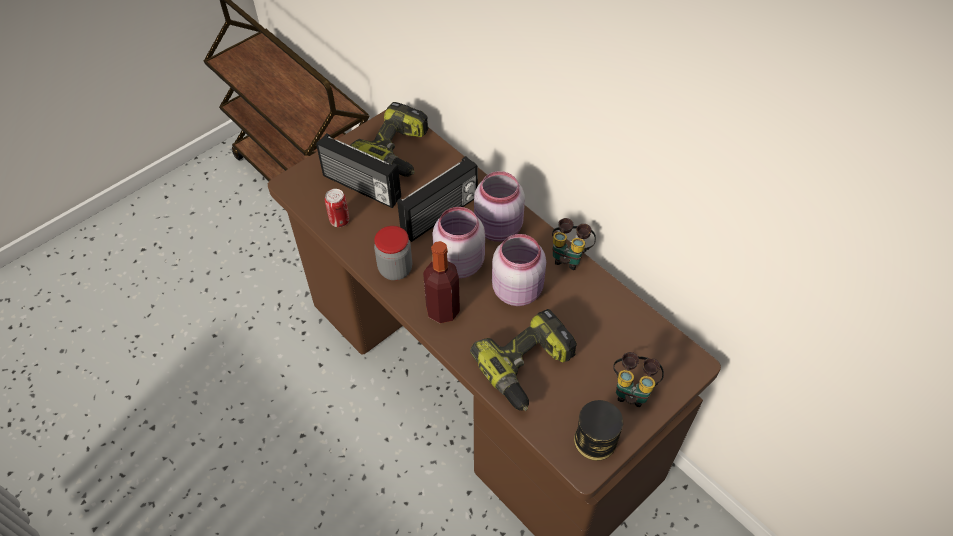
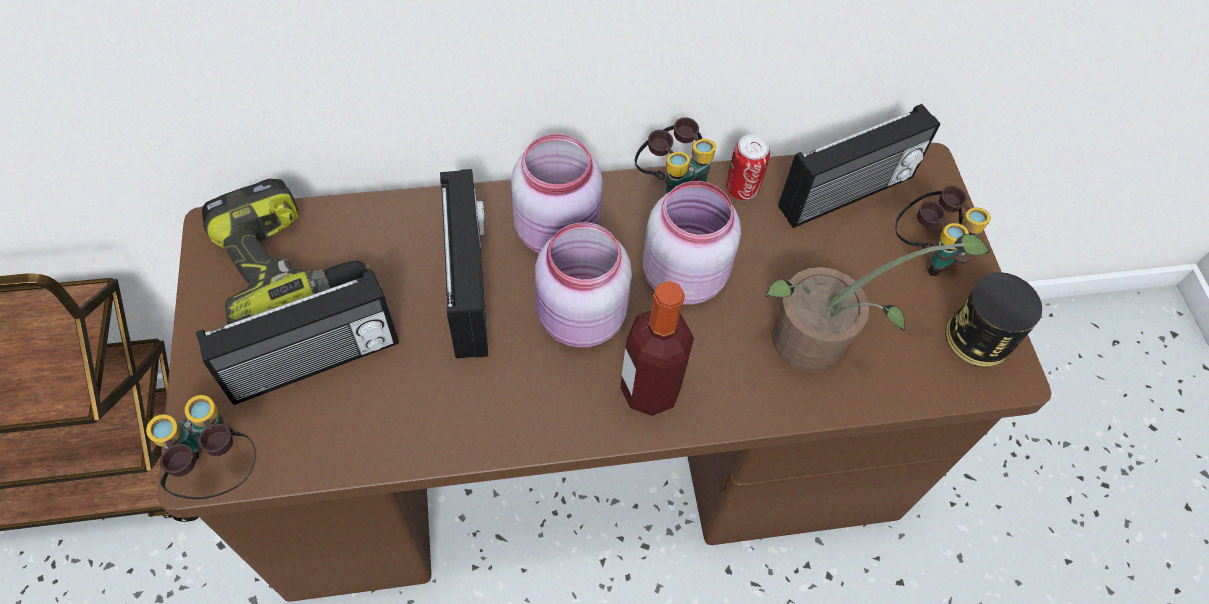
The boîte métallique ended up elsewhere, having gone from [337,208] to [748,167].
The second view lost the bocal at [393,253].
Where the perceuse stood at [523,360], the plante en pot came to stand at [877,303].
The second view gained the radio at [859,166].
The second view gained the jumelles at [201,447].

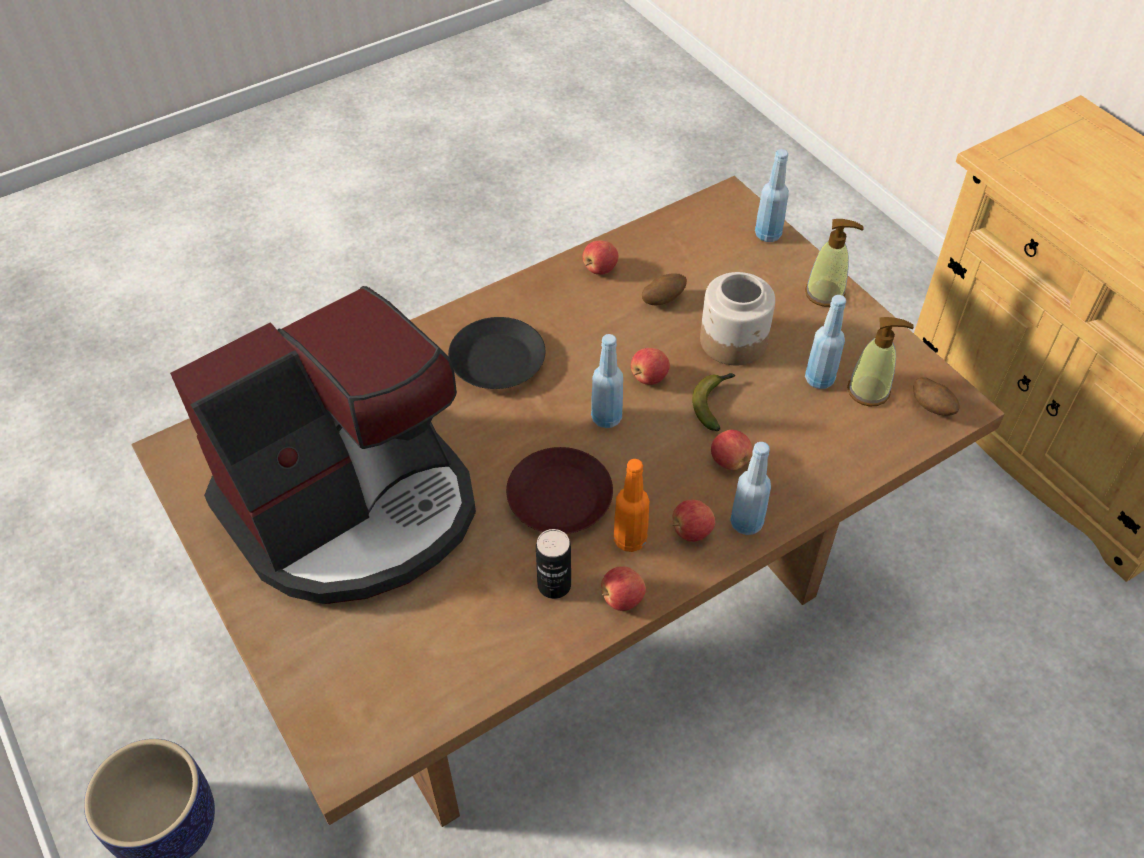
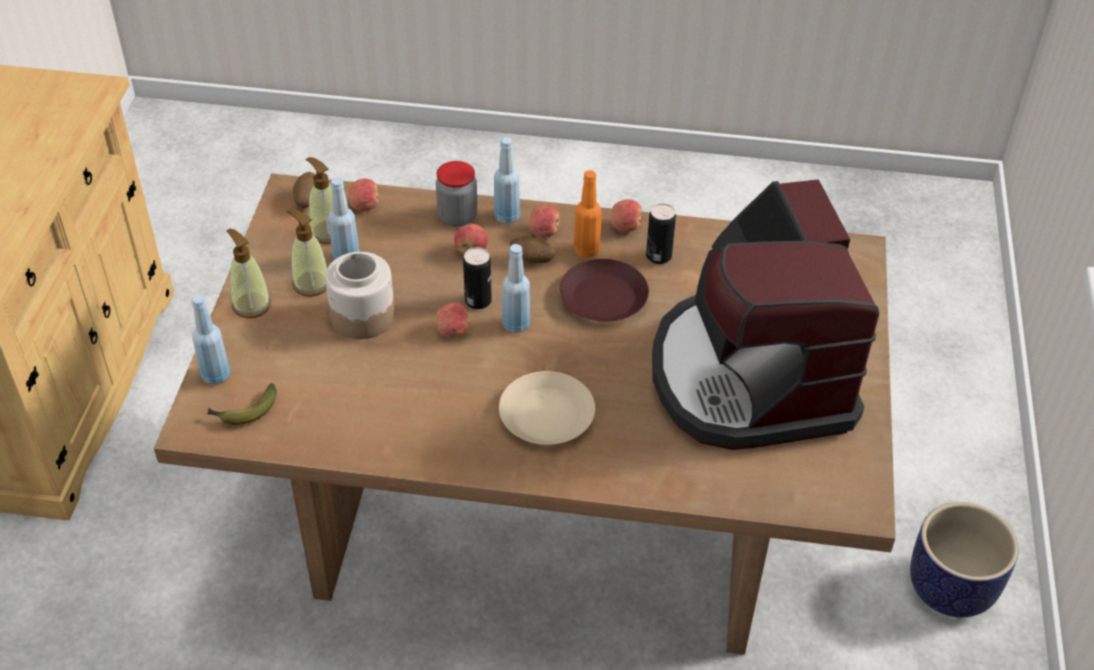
The pomme ended up elsewhere, having gone from [600,258] to [364,194].
The pomme de terre ended up elsewhere, having gone from [664,289] to [533,249].
The machine à café at [323,445] ended up facing another way, 105 degrees counterclockwise from before.
What was the assiette (noir) at [496,353] turned into the assiette (beige) at [547,408].
The banane ended up elsewhere, having gone from [713,402] to [241,404].
The second view gained the bocal at [457,194].
The second view gained the distributeur de savon at [306,253].
The second view gained the boîte métallique at [477,278].

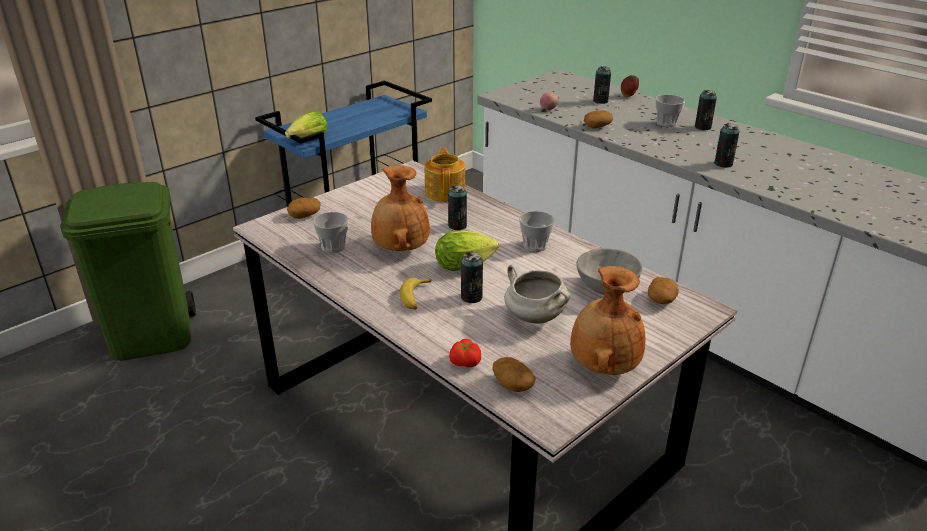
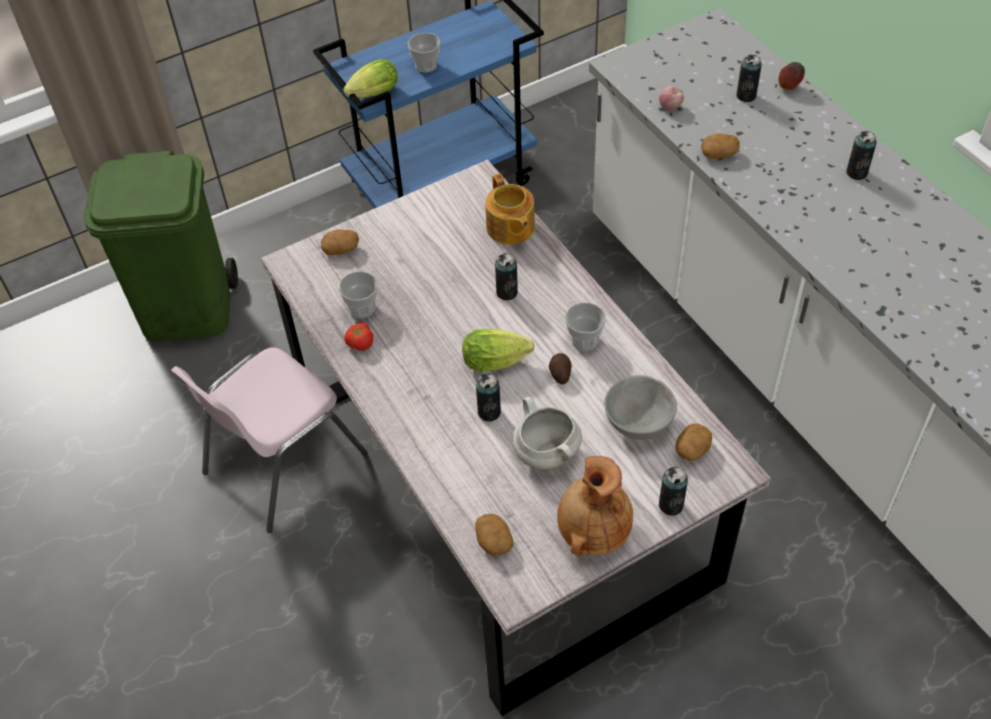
The tasse ended up elsewhere, having gone from [670,110] to [424,53].
The boîte métallique ended up elsewhere, having gone from [726,145] to [673,491].
The théière at [445,174] ended up facing another way, 150 degrees clockwise from before.
The second view lost the vase (marron) at [400,208].
The second view lost the banane at [416,294].
The tomate ended up elsewhere, having gone from [465,353] to [358,336].
The second view gained the chaise (rose) at [269,440].
The second view gained the pomme de terre at [560,368].

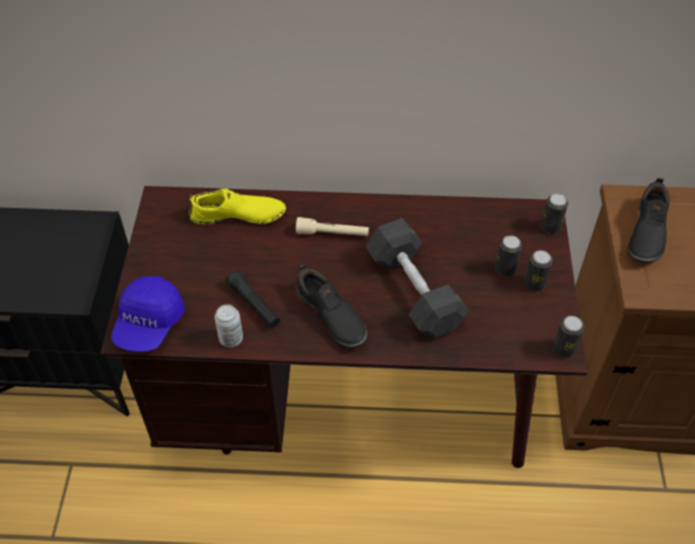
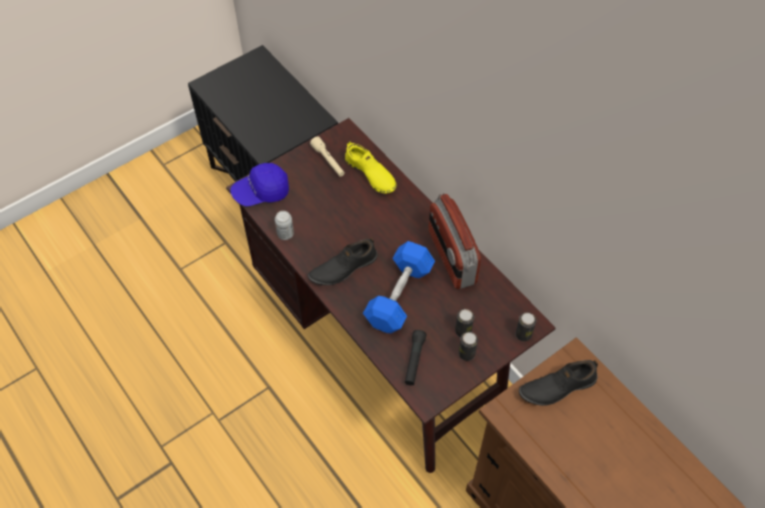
The lampe de poche (beige) ended up elsewhere, having gone from [332,226] to [327,156].
What was the haltère (gris) at [416,278] turned into the haltère (bleu) at [399,287].
The chaussure (noir) at [331,306] ended up facing another way, 45 degrees clockwise from before.
The lampe de poche (noir) ended up elsewhere, having gone from [253,299] to [416,357].
The second view lost the boîte métallique at [568,337].
The second view gained the radio at [454,241].

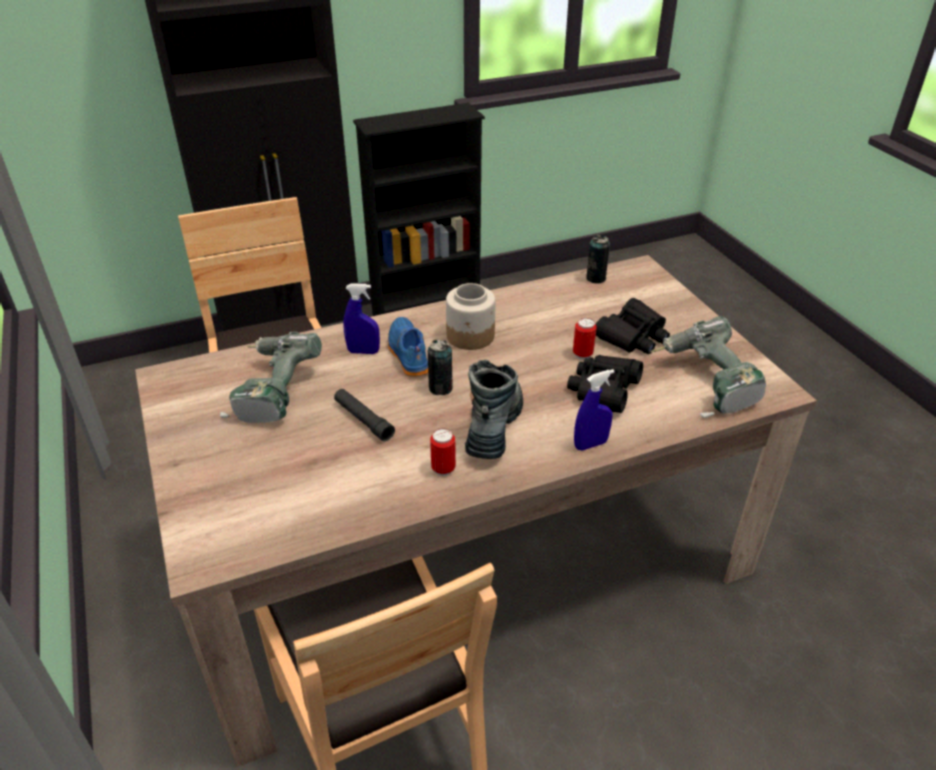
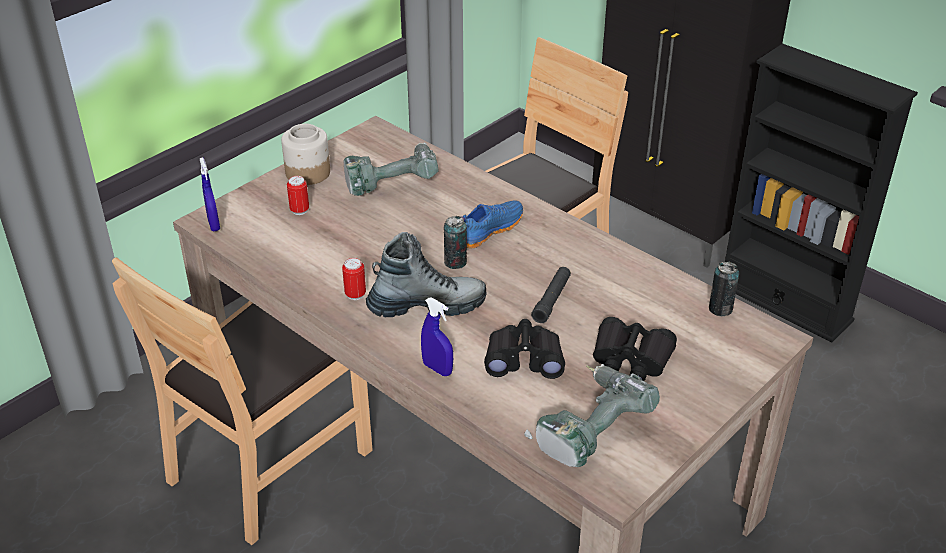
The vaporisateur (bleu) ended up elsewhere, having gone from [361,318] to [210,194].
The bocal ended up elsewhere, having gone from [471,316] to [305,154].
The boîte métallique ended up elsewhere, having gone from [585,339] to [298,195].
The lampe de poche (noir) ended up elsewhere, having gone from [364,415] to [551,295].

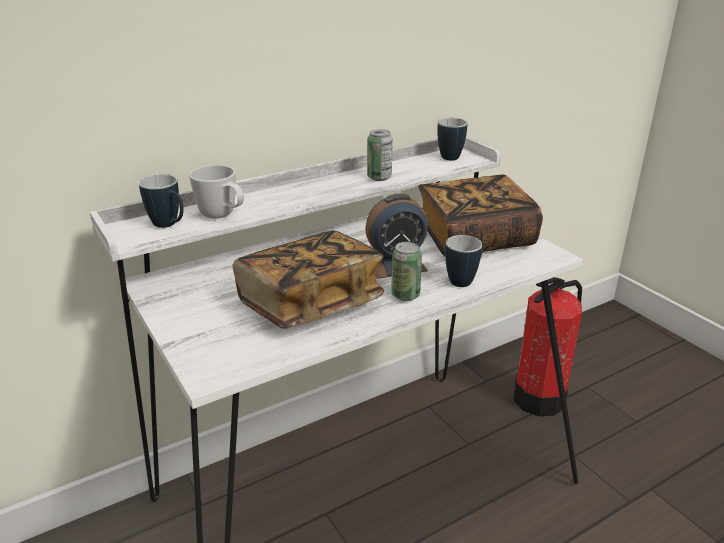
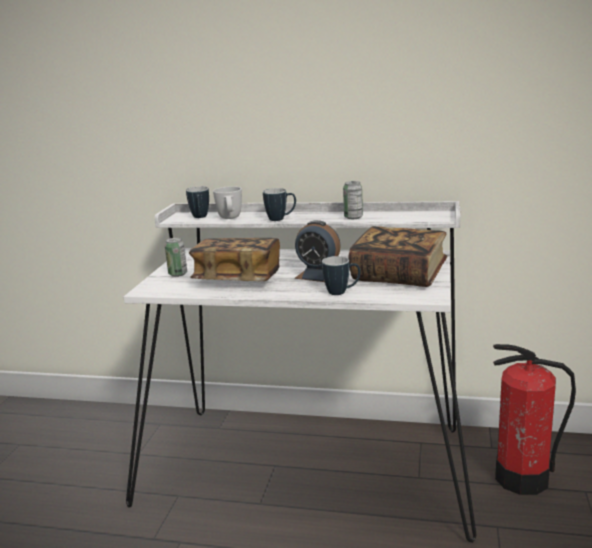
The mug ended up elsewhere, having gone from [452,139] to [279,204].
The boîte métallique ended up elsewhere, having gone from [406,271] to [176,257].

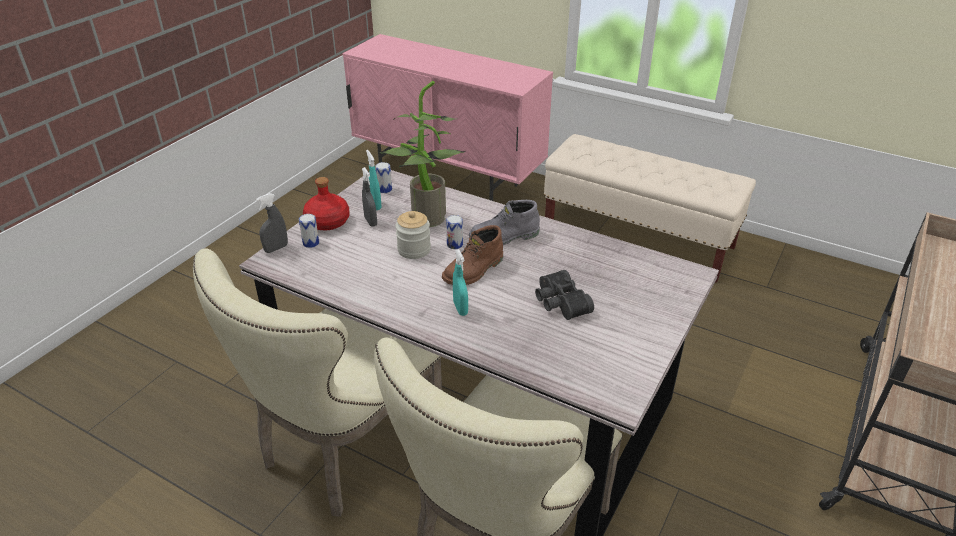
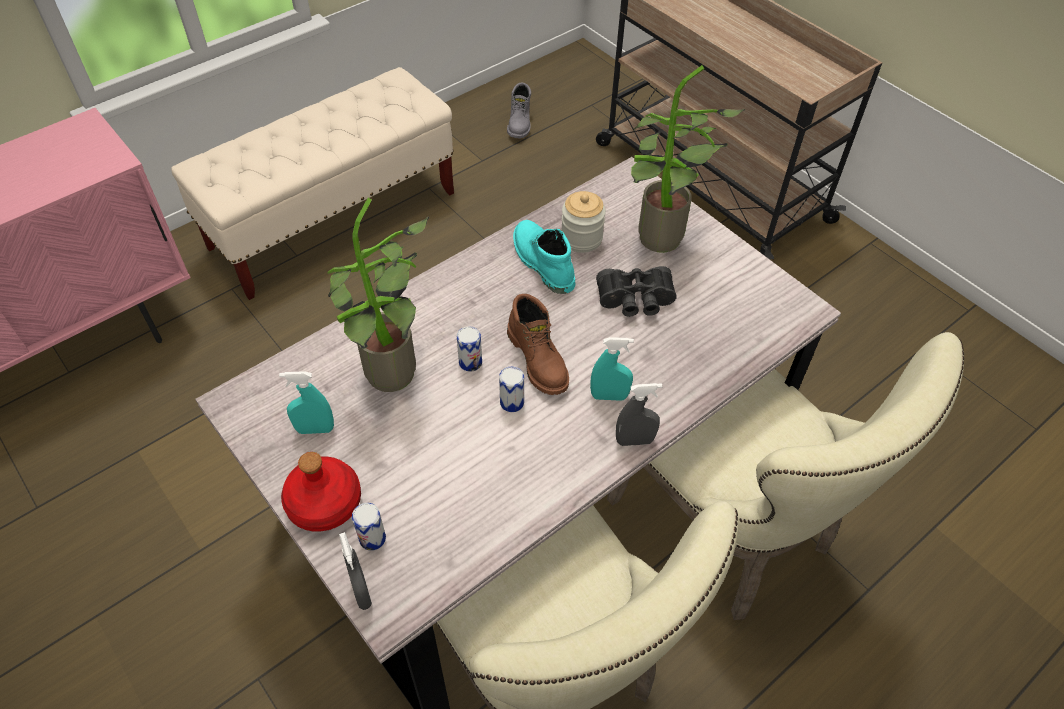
The boîte métallique ended up elsewhere, having gone from [383,177] to [511,389].
The vaporisateur (gris) ended up elsewhere, having gone from [369,197] to [639,414].
The botte (gris) ended up elsewhere, having gone from [504,222] to [519,110].
The bocal ended up elsewhere, having gone from [413,235] to [583,222].
The second view gained the plante en pot at [688,159].
The second view gained the botte (turquoise) at [544,257].

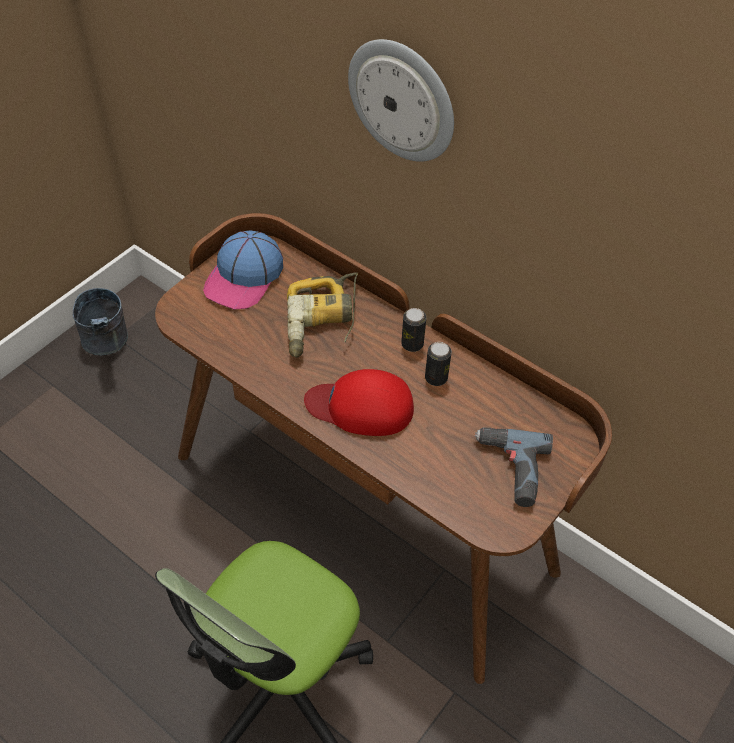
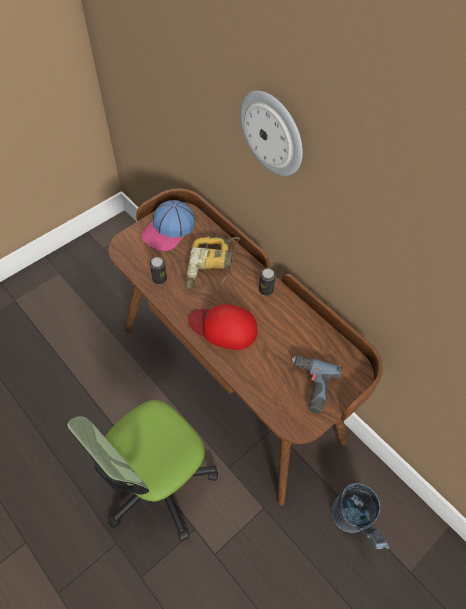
The seau (gris) ended up elsewhere, having gone from [100,322] to [360,516].
The boîte métallique ended up elsewhere, having gone from [438,364] to [158,271].

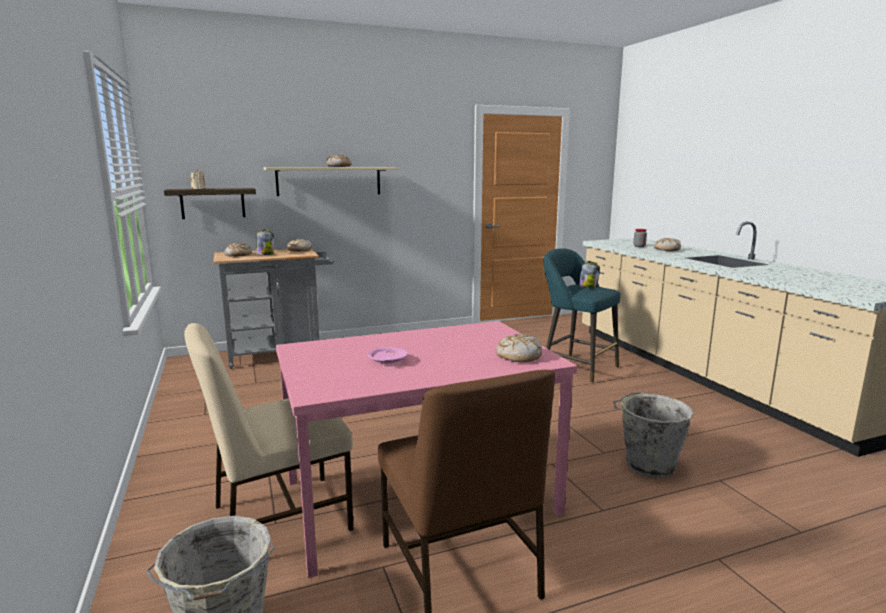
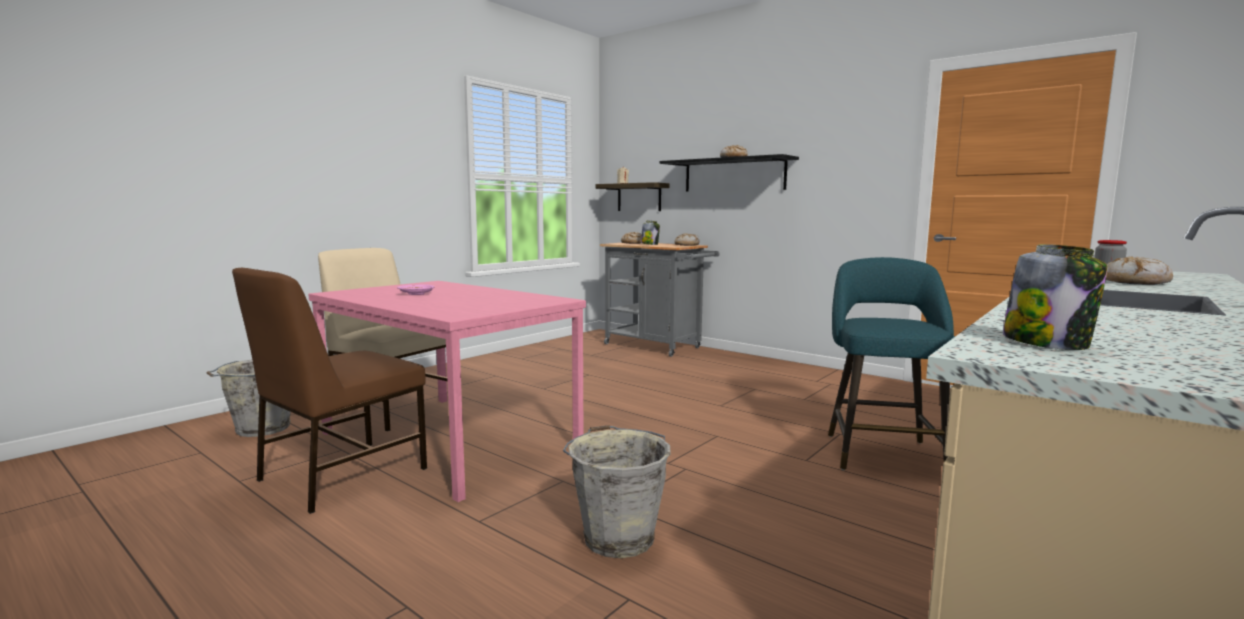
What was the étagère (beige) at [331,181] turned into the étagère (noir) at [729,172].
The bocal ended up elsewhere, having gone from [589,275] to [1055,297].
The second view lost the pain at [519,348].

